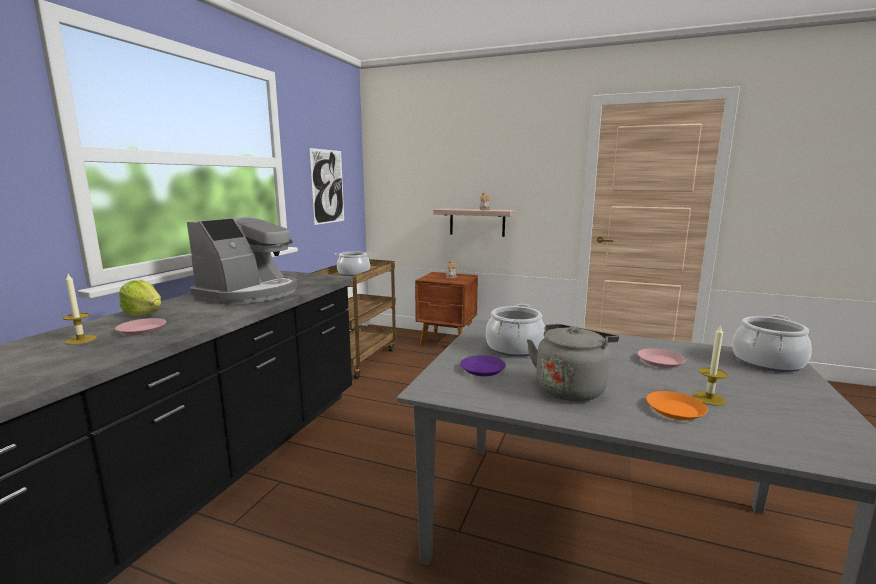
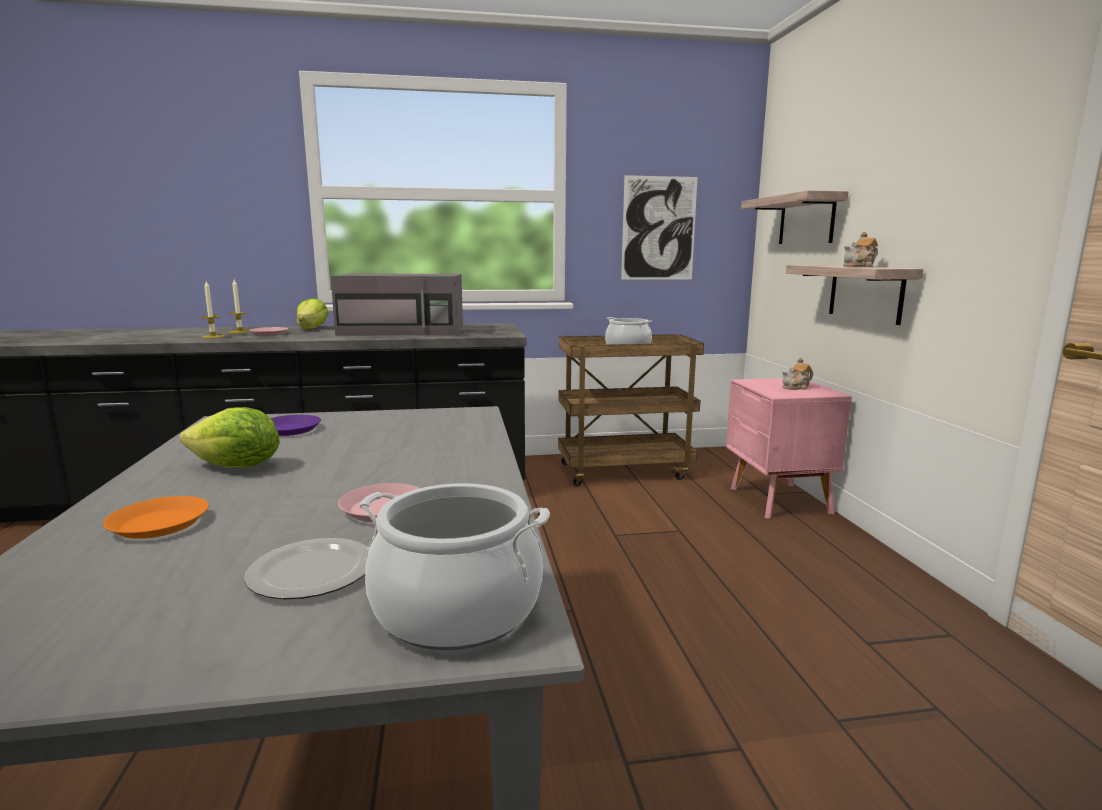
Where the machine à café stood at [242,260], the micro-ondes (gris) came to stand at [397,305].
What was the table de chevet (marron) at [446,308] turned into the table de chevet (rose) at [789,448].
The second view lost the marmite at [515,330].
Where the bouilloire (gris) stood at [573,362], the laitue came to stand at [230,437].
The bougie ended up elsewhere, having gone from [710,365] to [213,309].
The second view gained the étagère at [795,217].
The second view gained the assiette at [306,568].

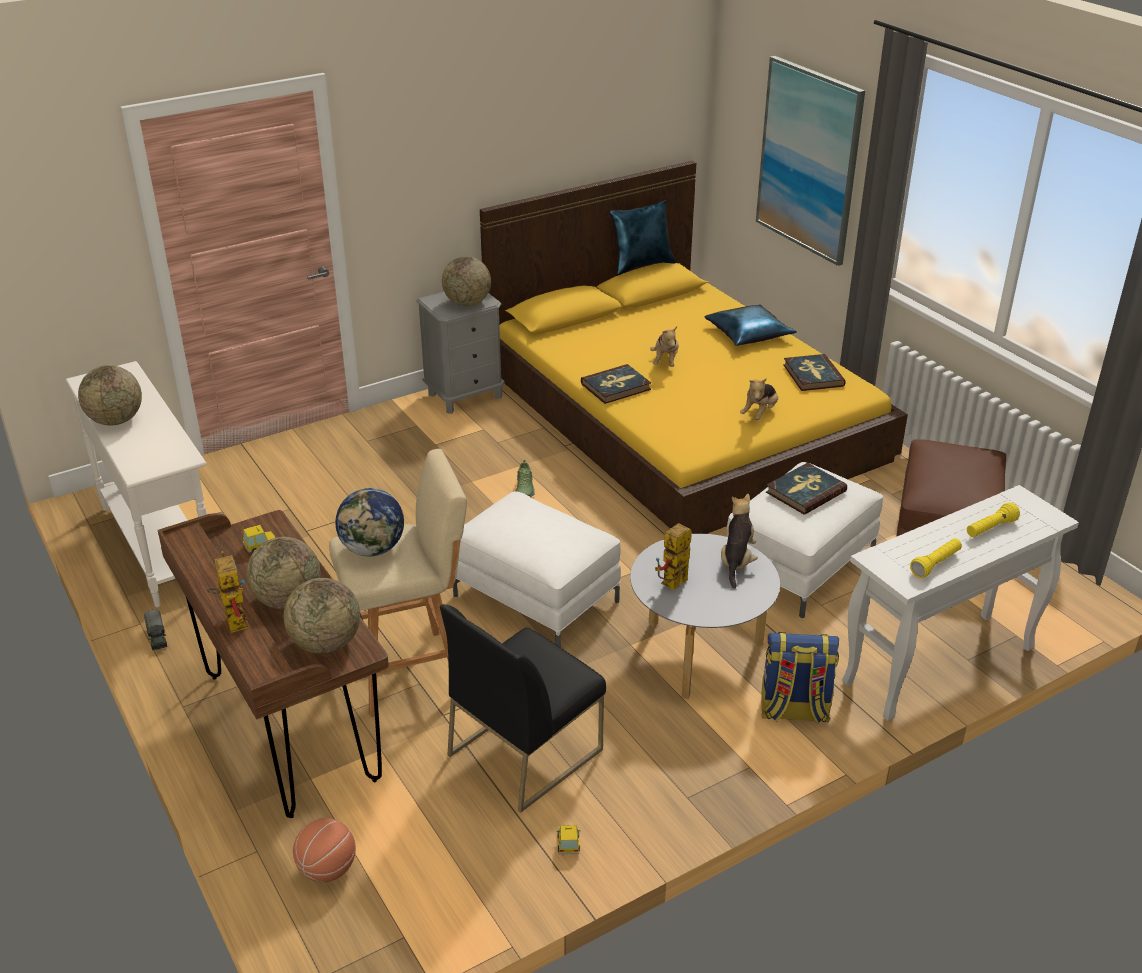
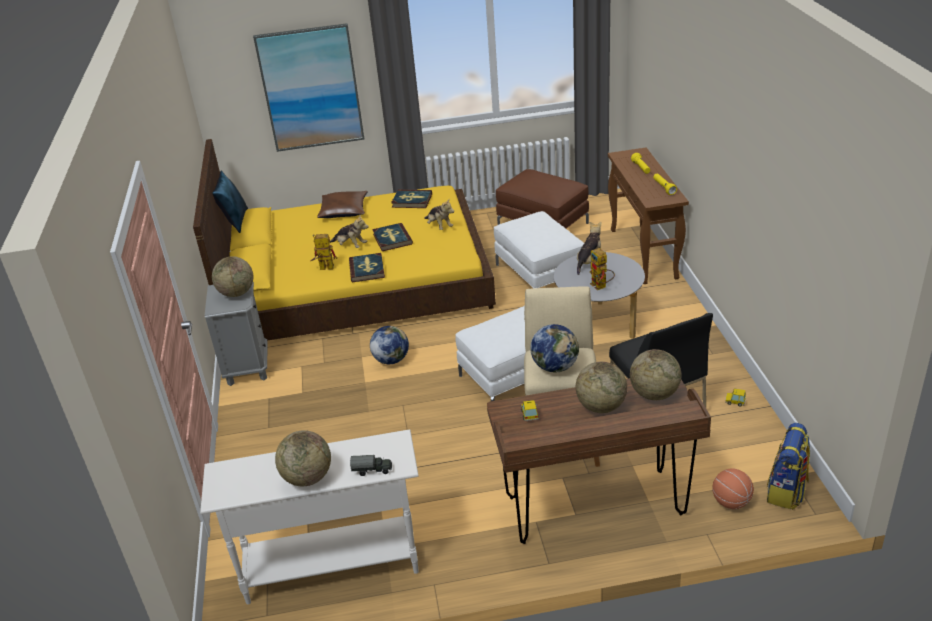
What was the coussin (bleu) at [751,325] turned into the coussin (marron) at [342,204].
Where the chaussure stood at [525,478], the globe came to stand at [389,345].
The livre ended up elsewhere, having gone from [806,489] to [392,237].
What was the table console (blanc) at [960,603] turned into the table console (marron) at [648,216].
The peluche at [739,541] ended up facing another way, 90 degrees clockwise from before.
The robot jouet ended up elsewhere, having gone from [228,592] to [323,252].
The camion jouet ended up elsewhere, having gone from [155,630] to [371,465].
The sac à dos ended up elsewhere, having gone from [800,678] to [788,466].

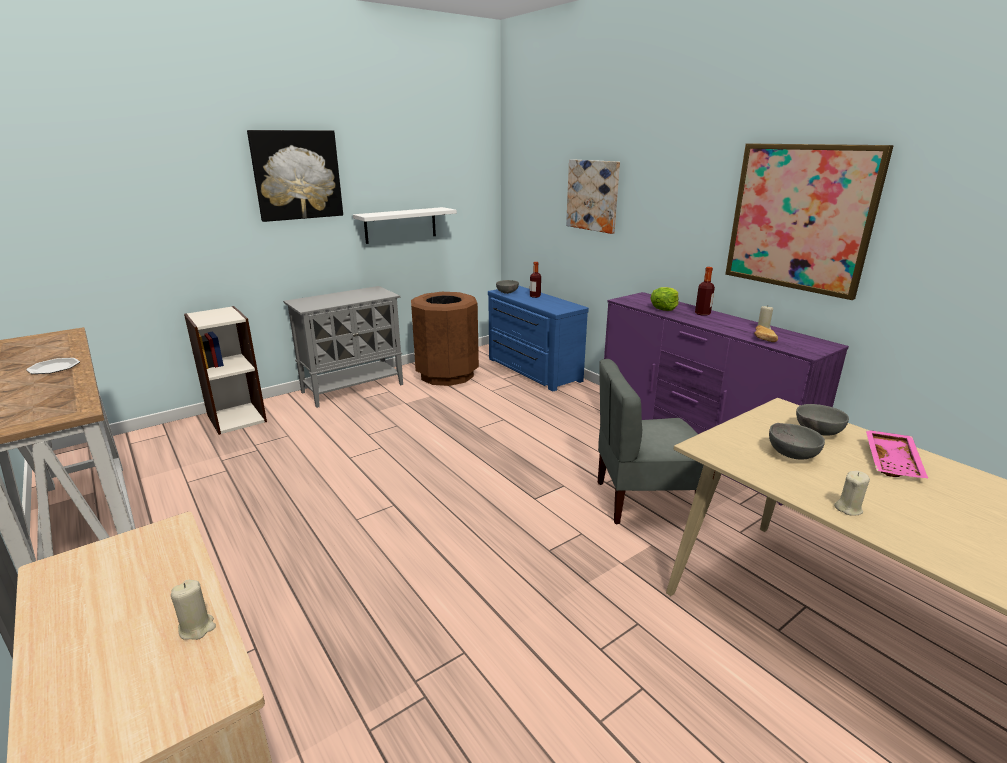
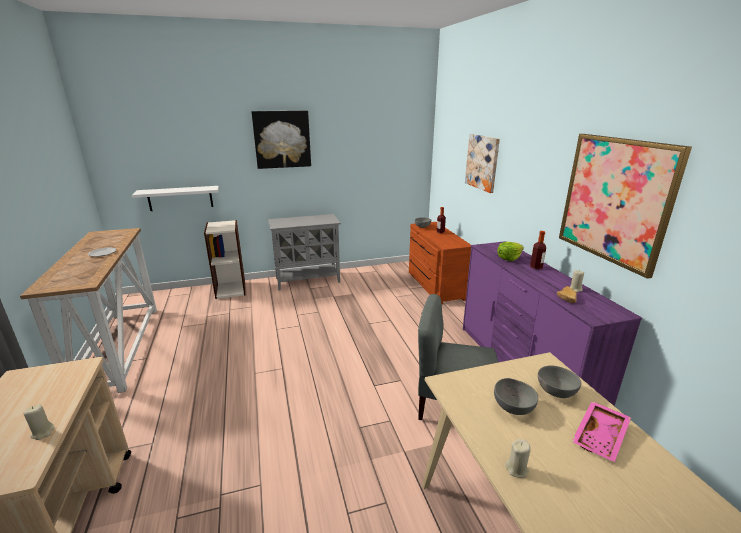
The étagère (blanc) ended up elsewhere, having gone from [405,225] to [175,198].
What was the commode (bleu) at [538,338] turned into the commode (marron) at [440,263].
The second view lost the poubelle (marron) at [445,339].

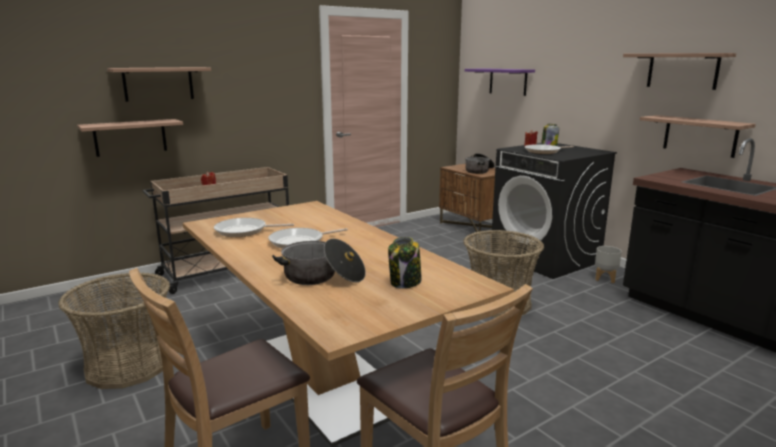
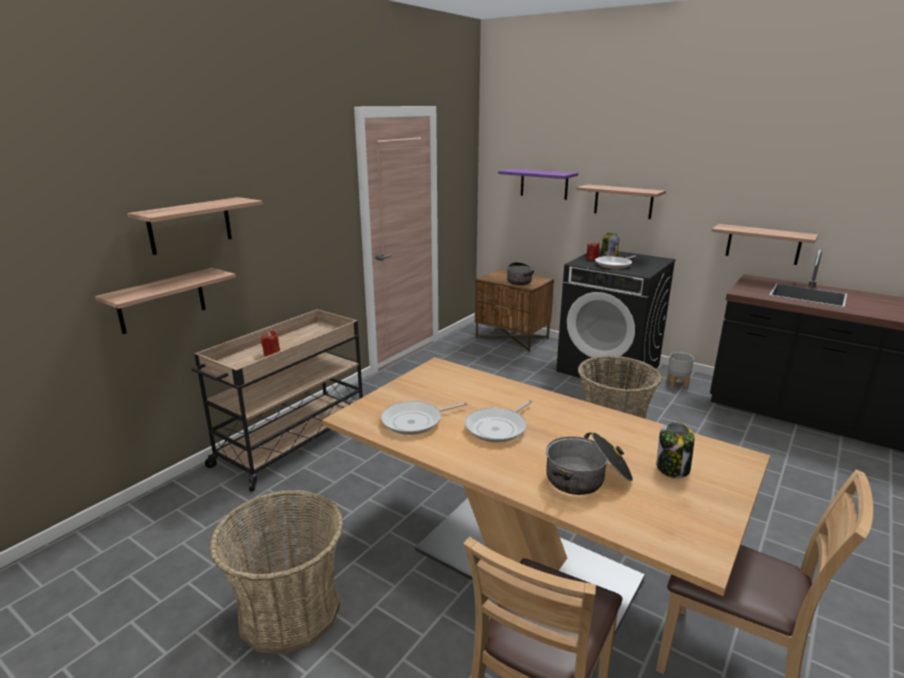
The étagère ended up elsewhere, having gone from [679,71] to [621,201].

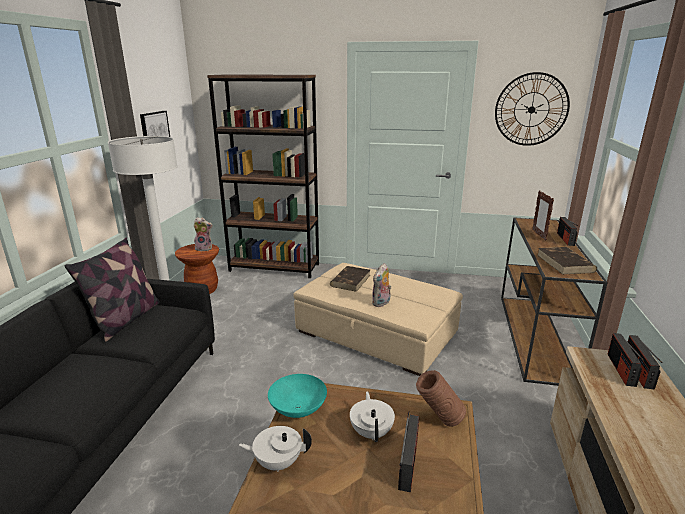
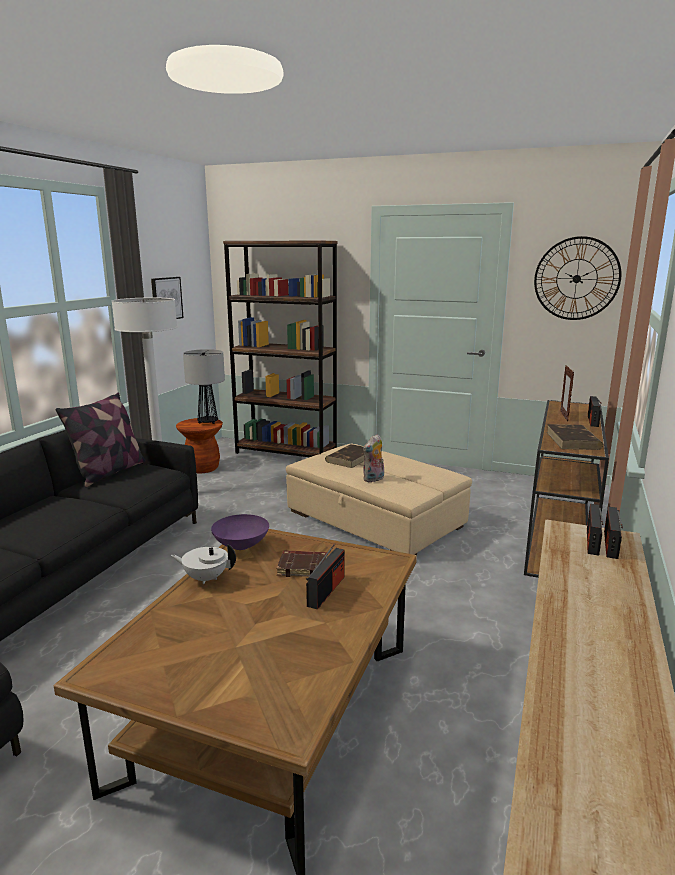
Where the peluche stood at [203,234], the lampe de table came to stand at [204,386].
The second view lost the vase (marron) at [441,398].
What was the bol (turquoise) at [297,396] turned into the bol (violet) at [240,532].
Where the théière (blanc) stood at [372,416], the livre (marron) came to stand at [302,563].

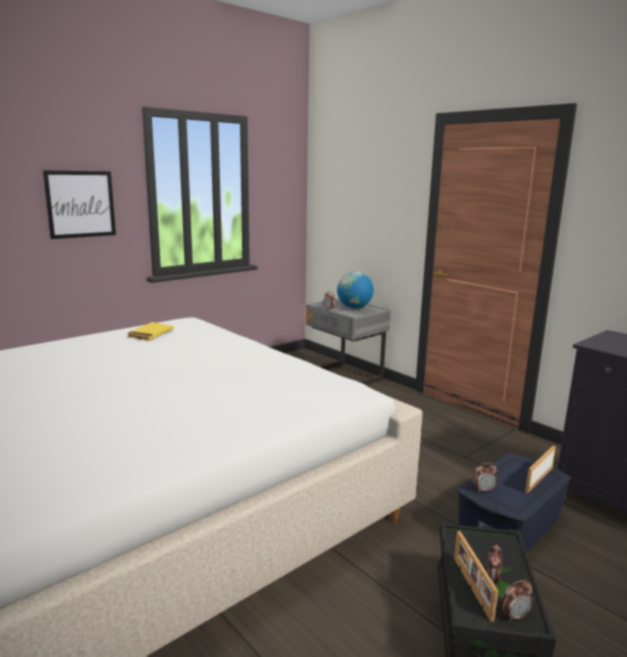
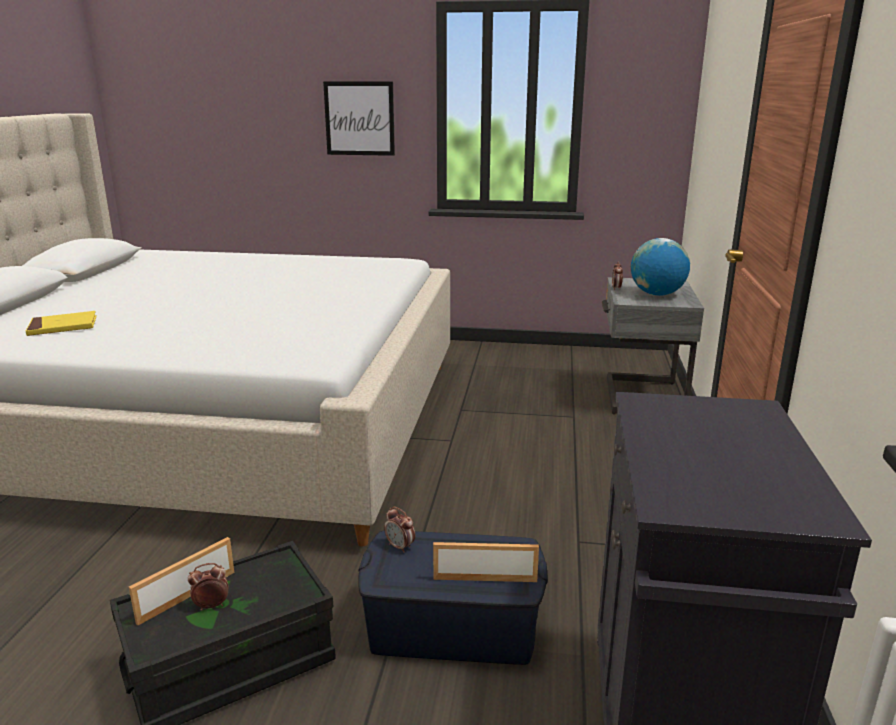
The livre (jaune) ended up elsewhere, having gone from [150,331] to [61,323].
The second view lost the réveil at [516,601].

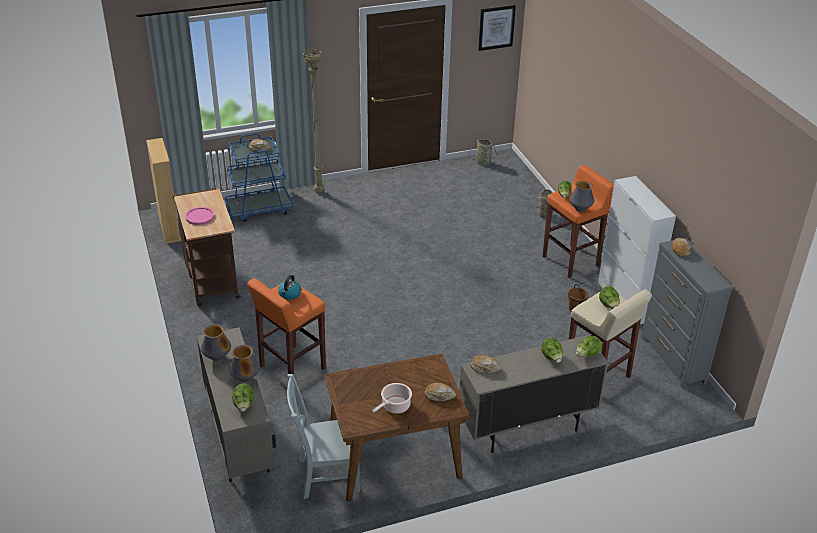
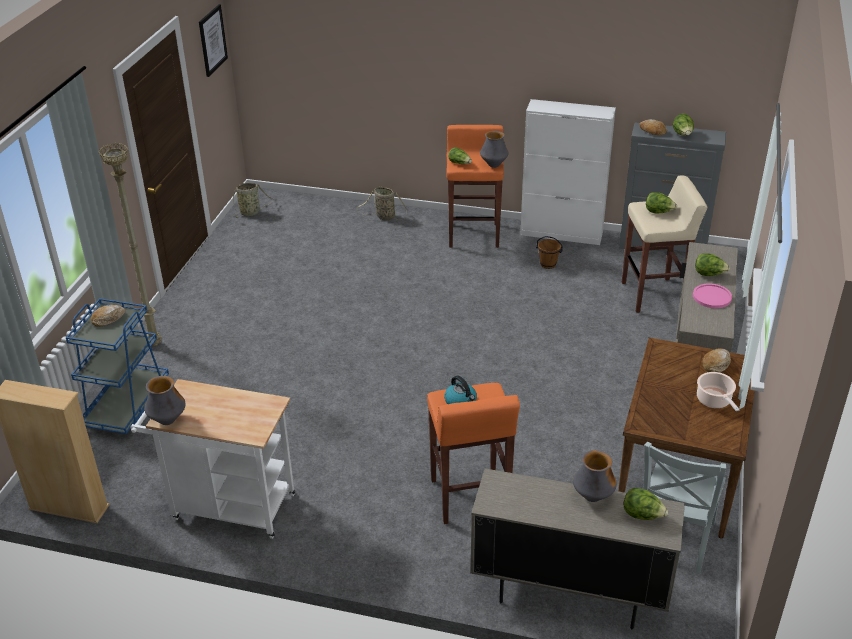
What was the chariot (marron) at [207,247] turned into the chariot (blanc) at [212,459].
The assiette (rose) ended up elsewhere, having gone from [199,216] to [712,296].
The vase ended up elsewhere, having gone from [216,342] to [165,400].
The laitue ended up elsewhere, having gone from [589,346] to [683,124].
The second view lost the pain at [486,364].

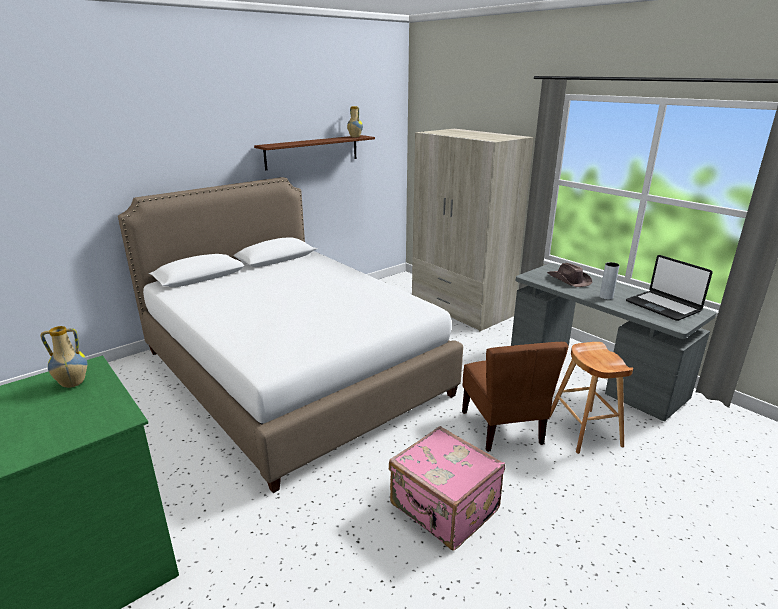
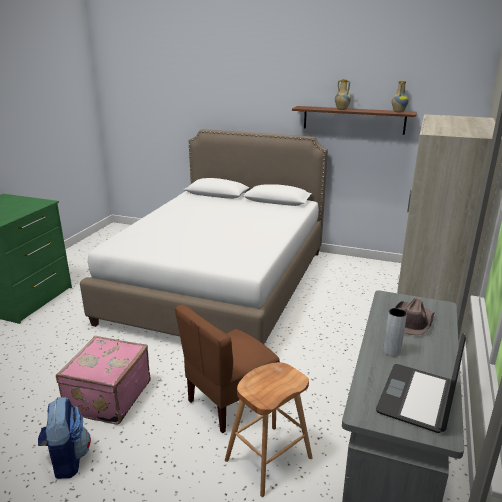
The vase ended up elsewhere, having gone from [63,357] to [343,94].
The second view gained the sac à dos at [64,438].

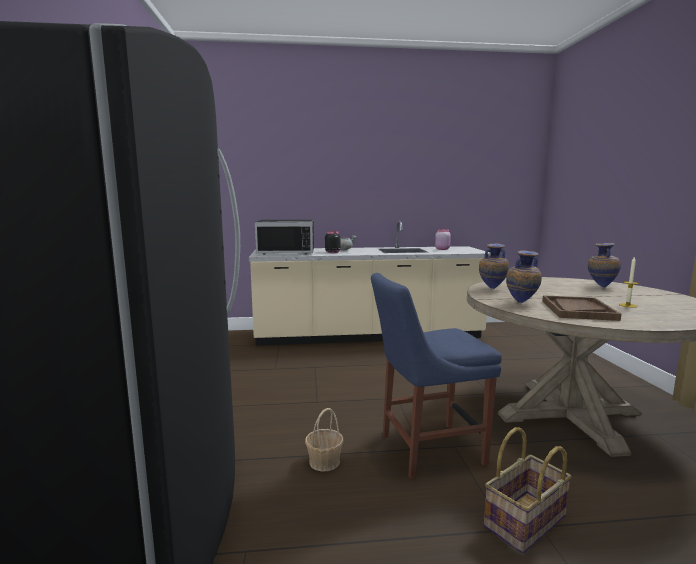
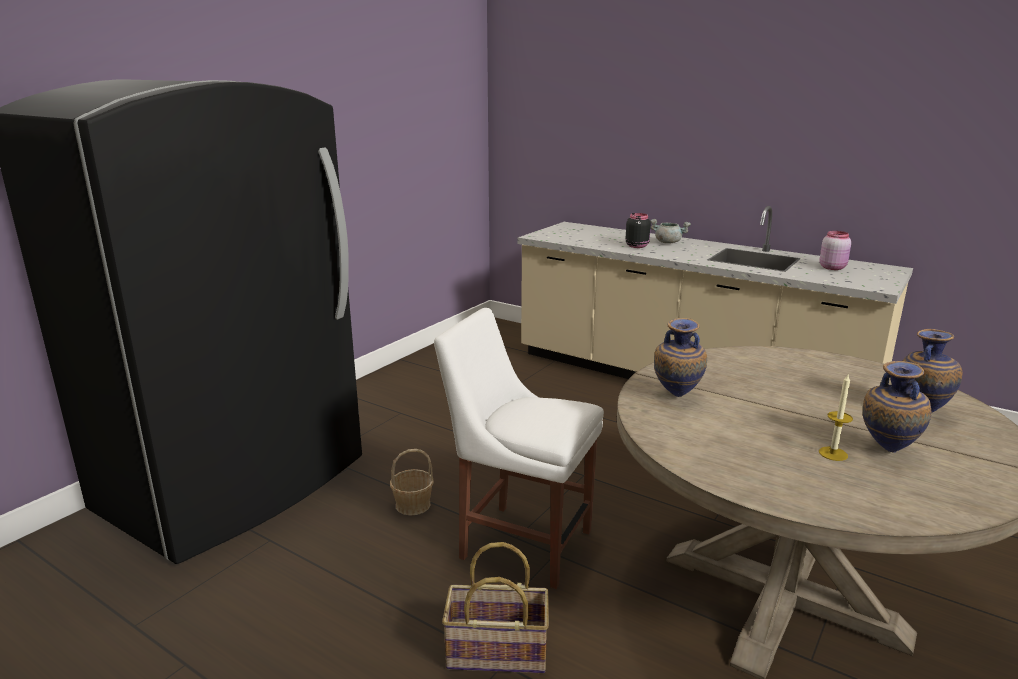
The second view lost the micro-ondes (noir) at [284,237].
The vase ended up elsewhere, having gone from [494,266] to [897,407].
What was the chaise (bleu) at [436,376] turned into the chaise (blanc) at [519,448].
The second view lost the plateau (marron) at [581,308].

